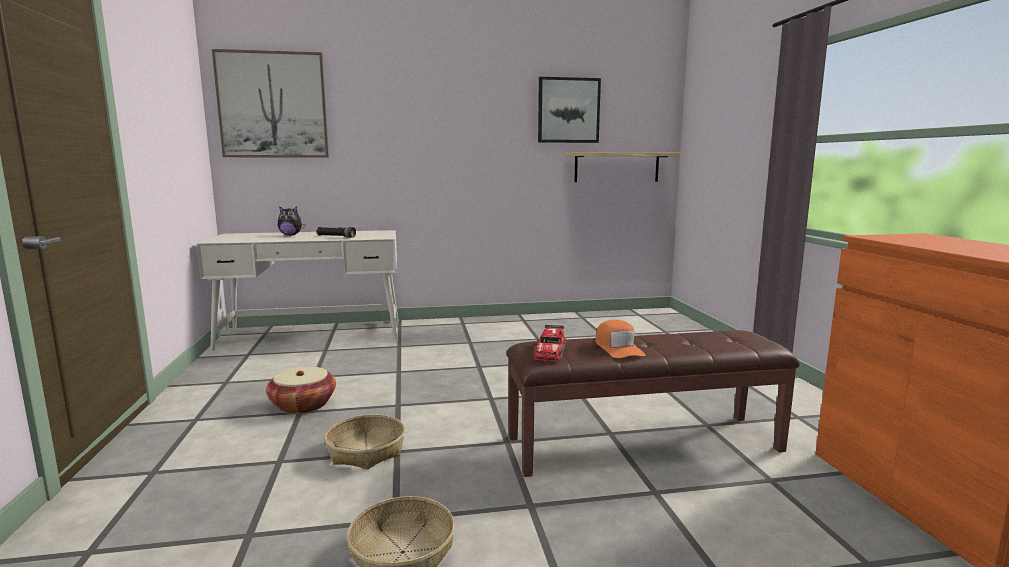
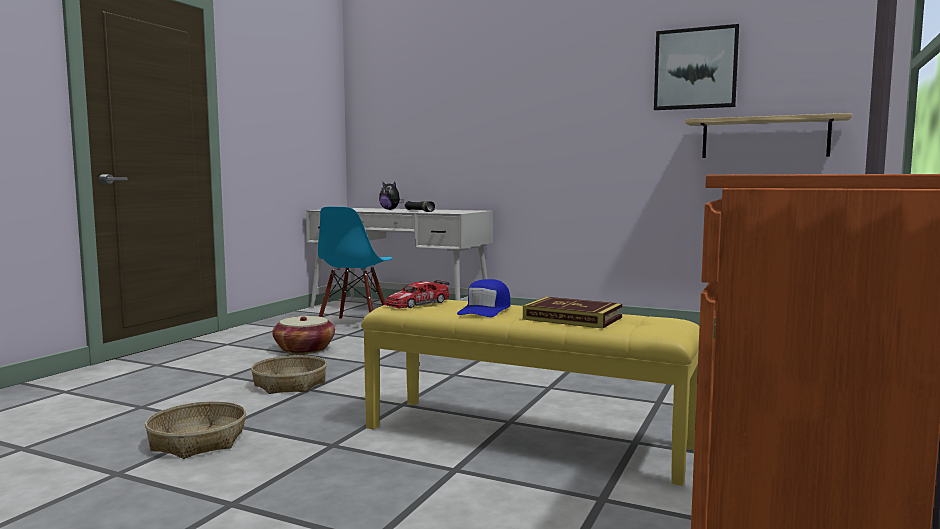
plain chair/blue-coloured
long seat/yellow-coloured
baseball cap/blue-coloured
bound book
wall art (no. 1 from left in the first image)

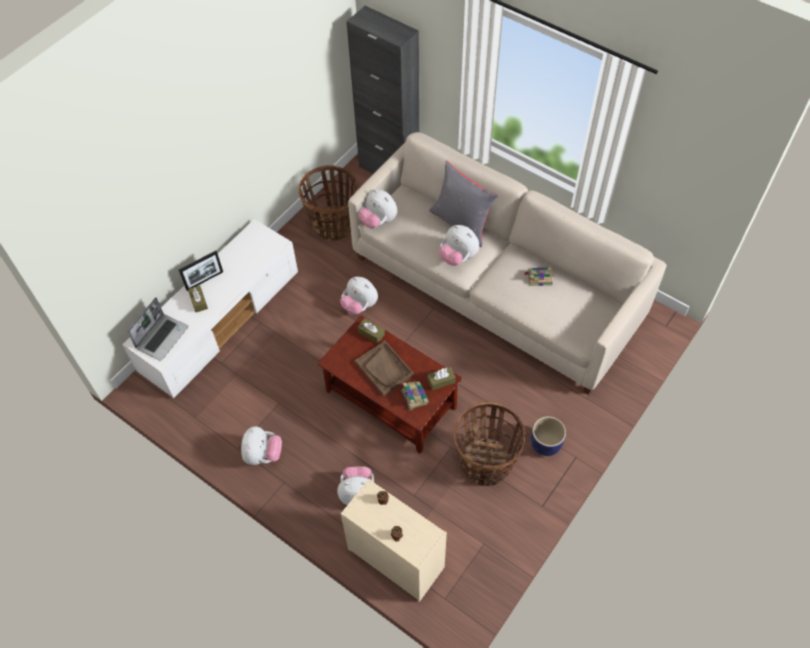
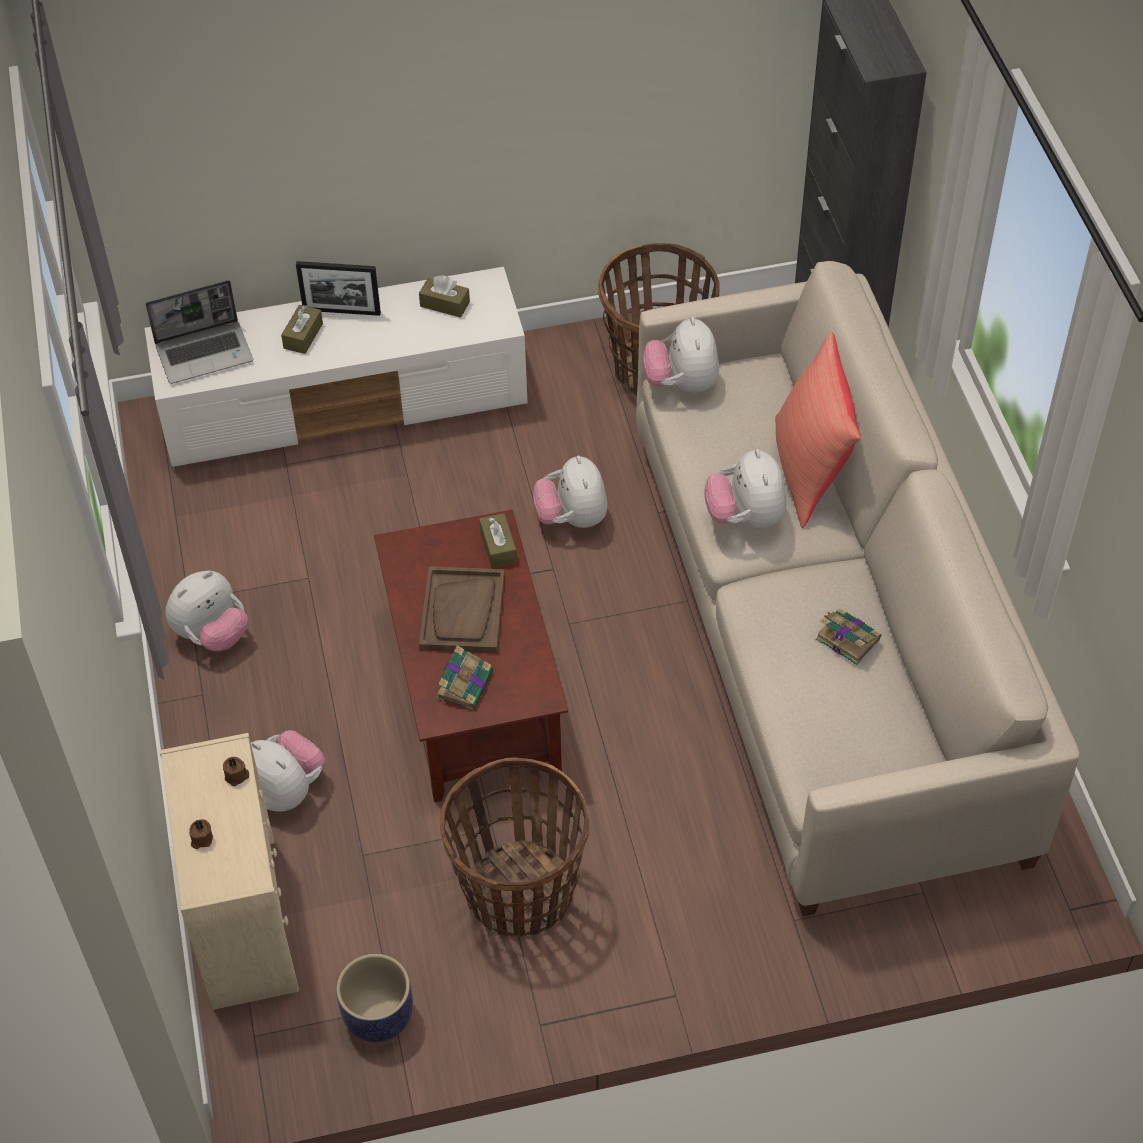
planter
tissue box/brown (no. 2 from left)
cushion/reddish

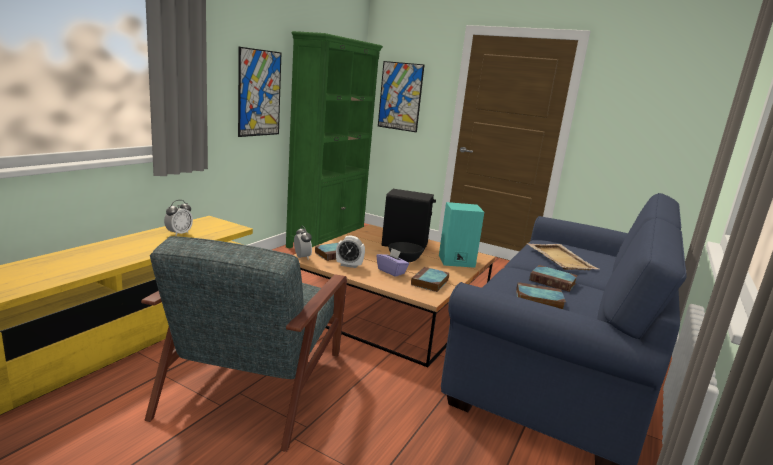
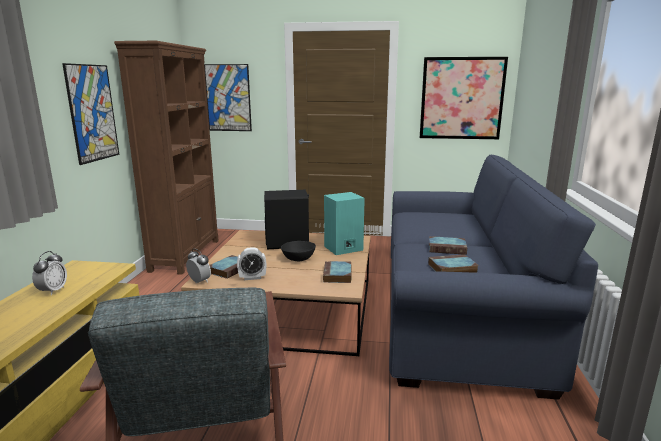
shelving unit/brown
wall art (no. 3 from left)
tissue box/purplish
tray/beige

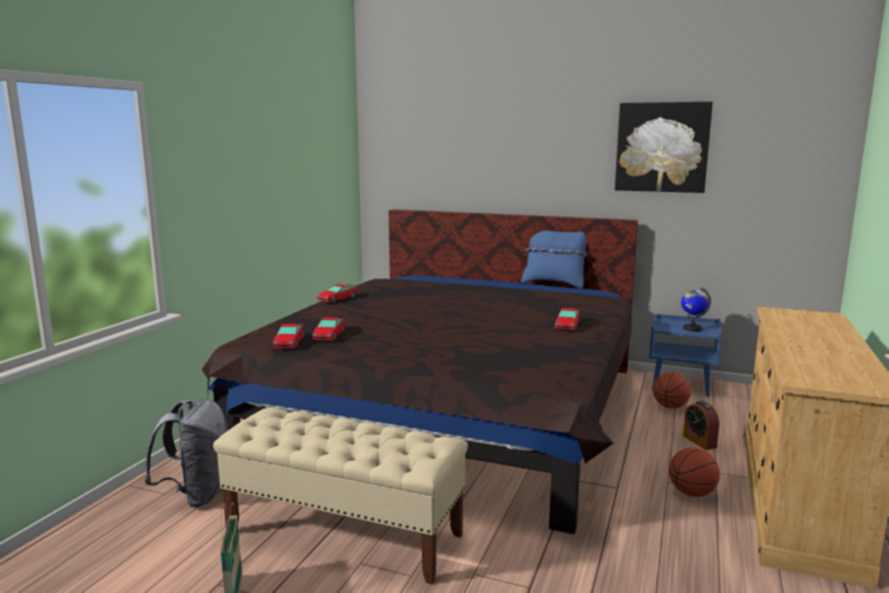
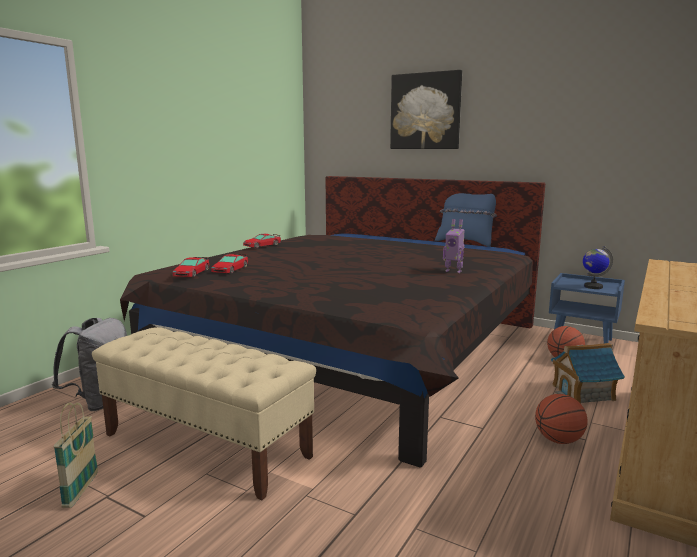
wall art
model robot
miniature house

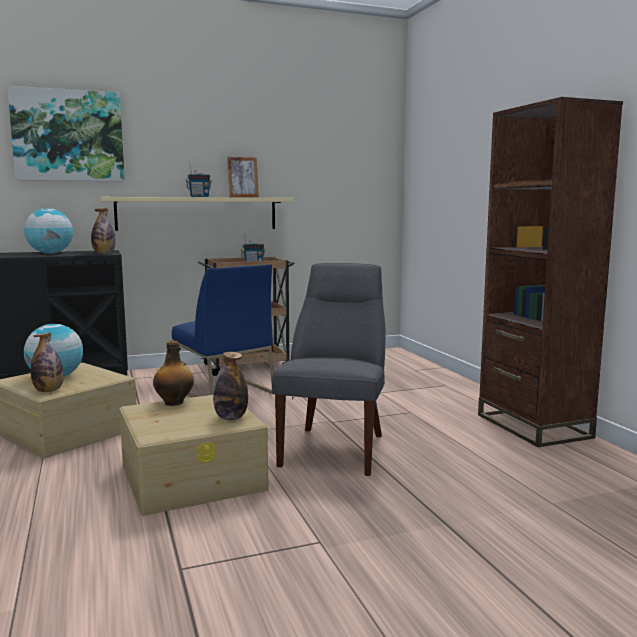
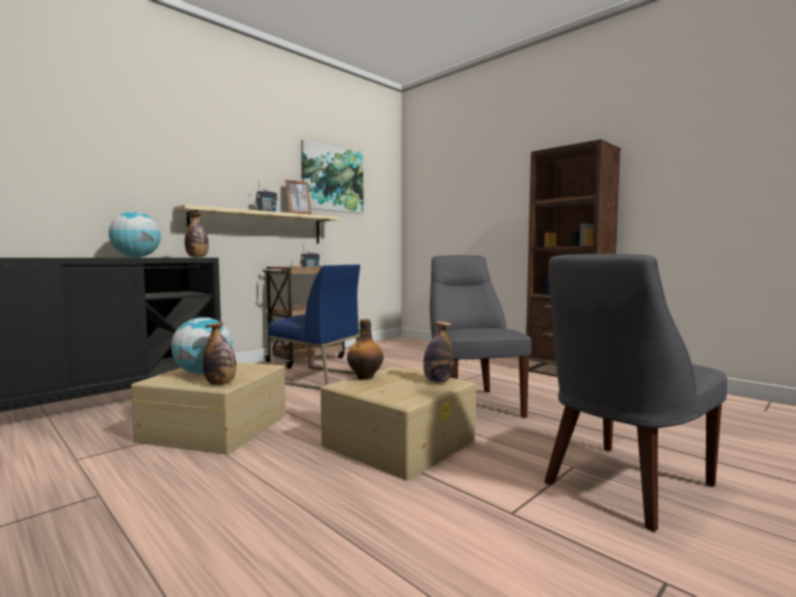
wall art
plain chair/greyish (no. 2 from left)

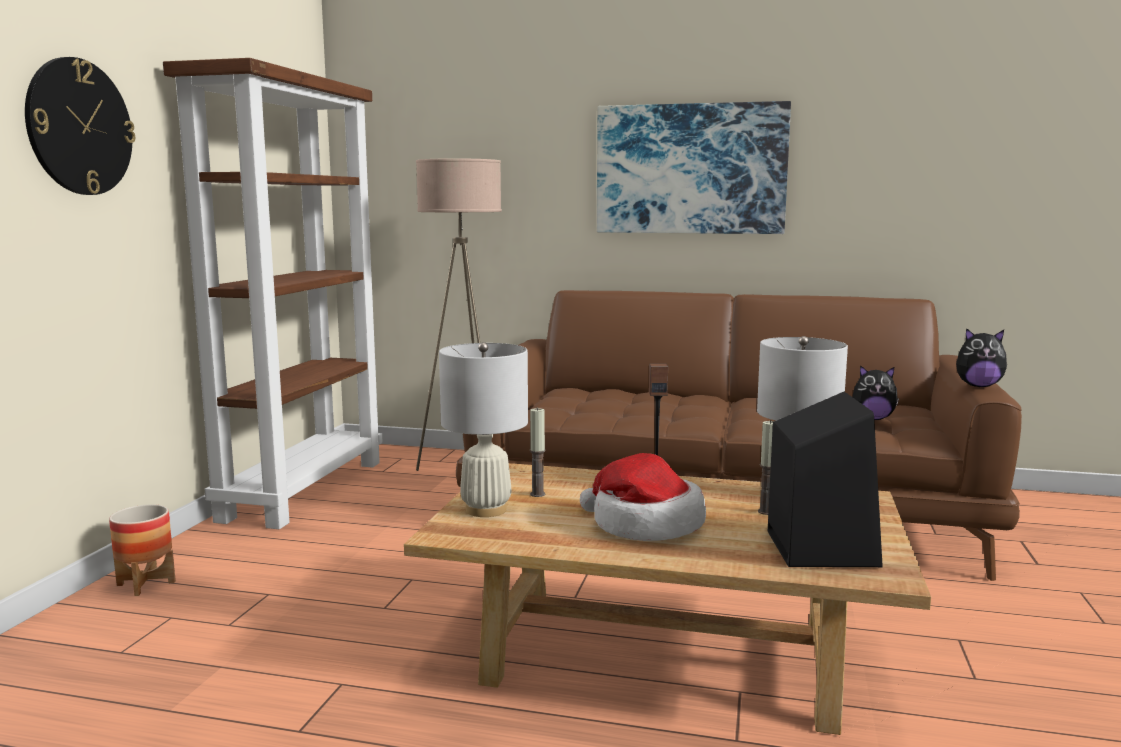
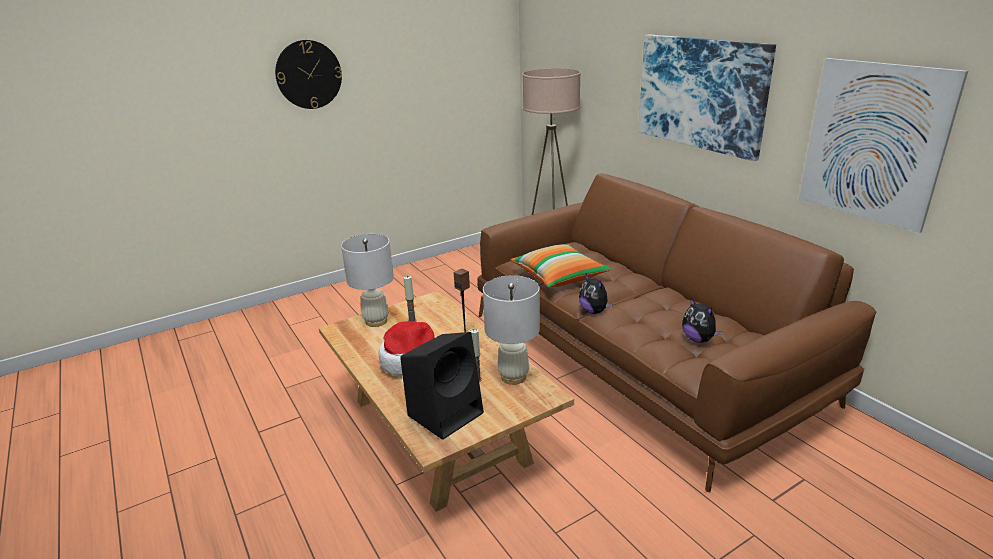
cushion
cuddly toy (no. 1 from left)
wall art (no. 2 from left)
planter
shelving unit/brown

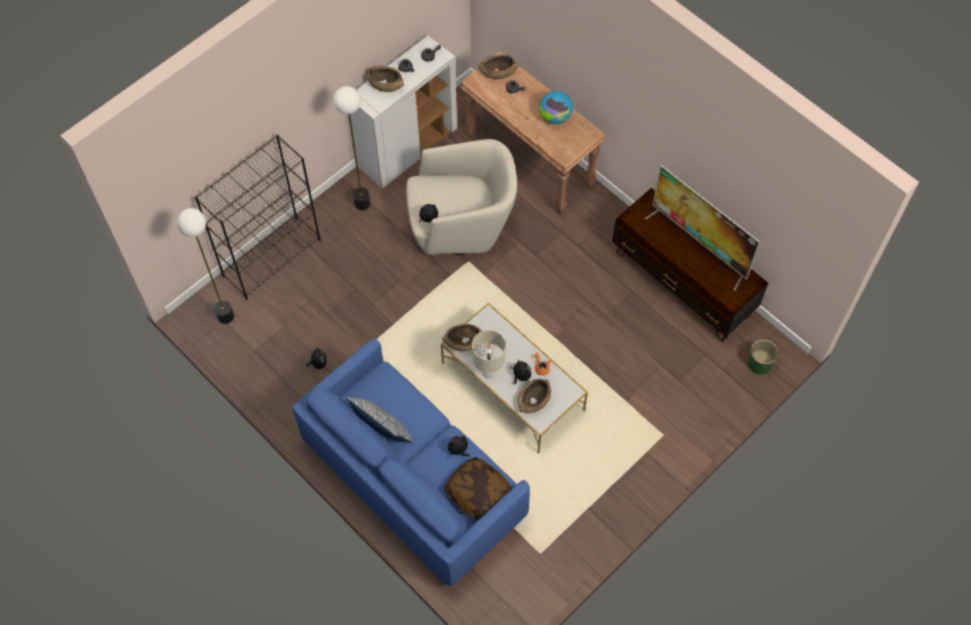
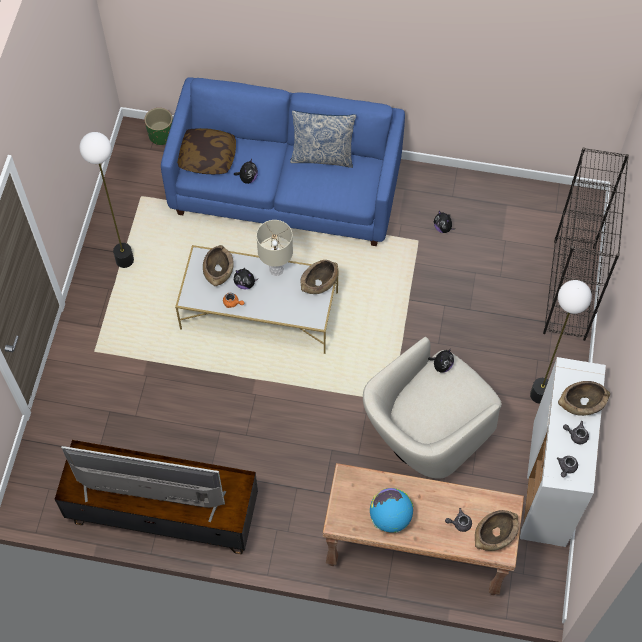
standing lamp (no. 1 from left)
planter/green-coloured

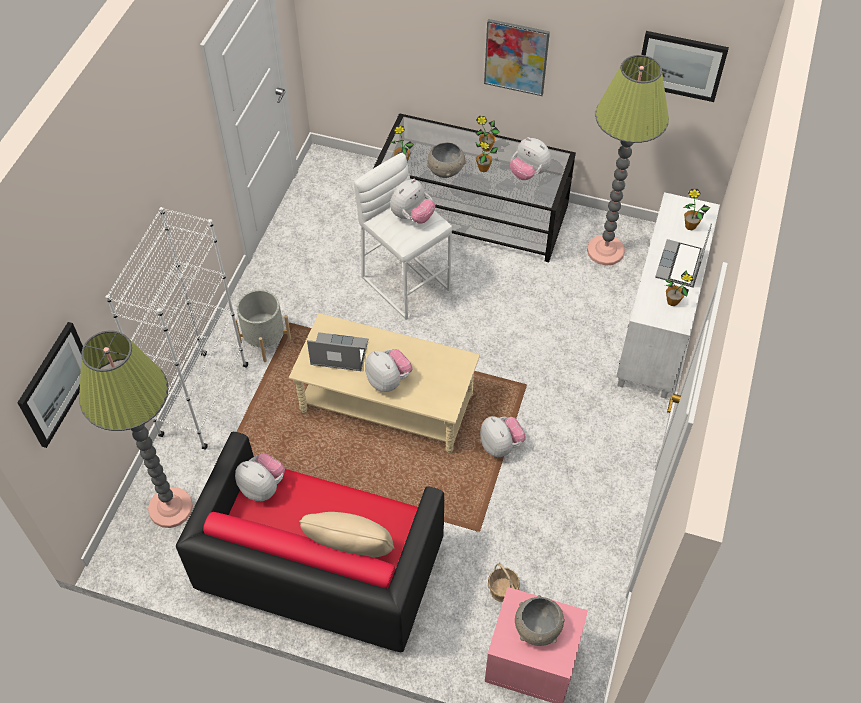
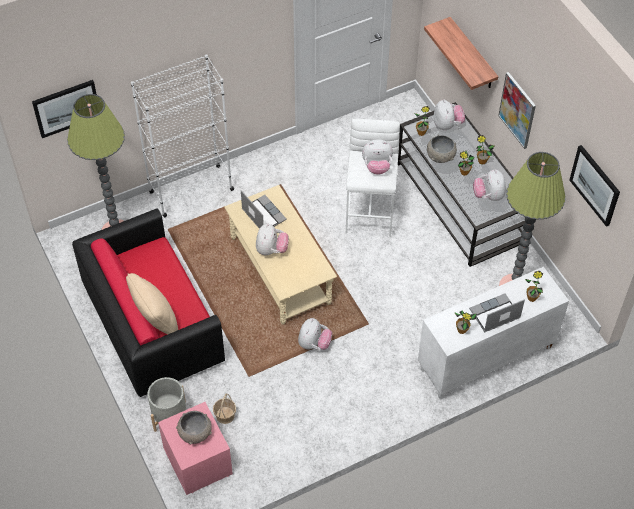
planter/greyish
wall shelf
cuddly toy (no. 4 from left)

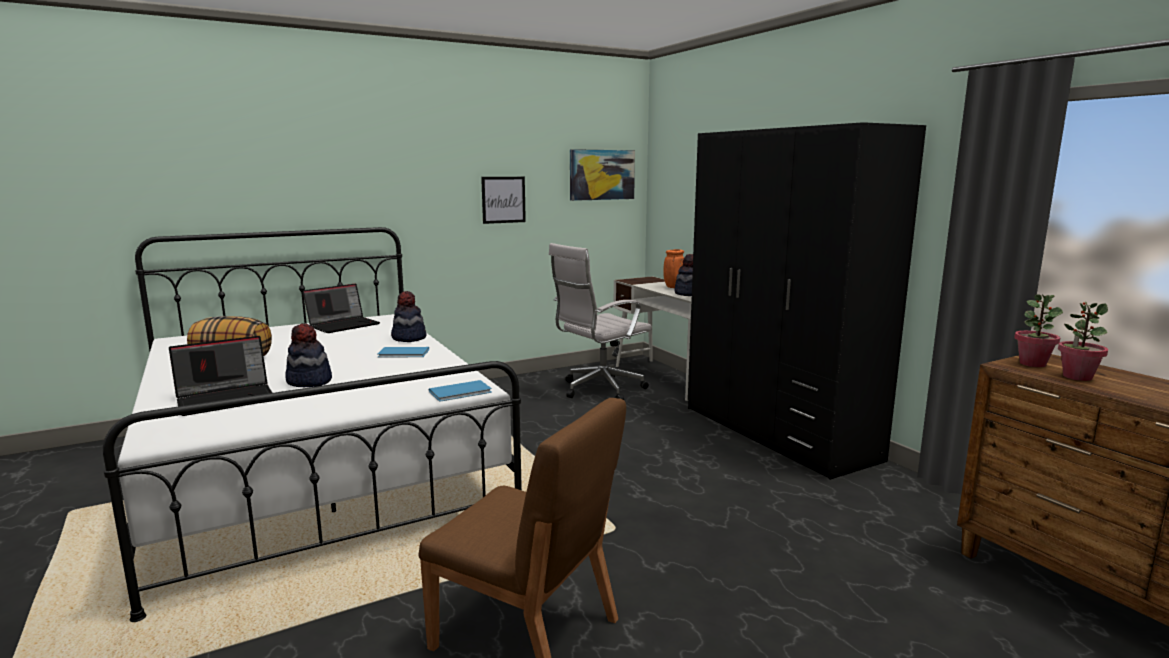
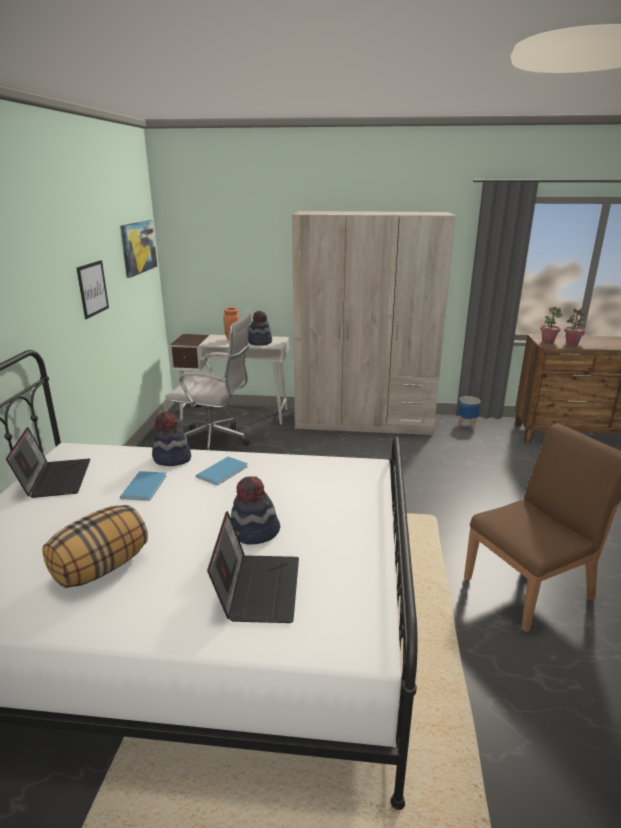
bound book/blue-coloured (no. 1 from left)
desk chair/white
clothes cupboard/beige
planter

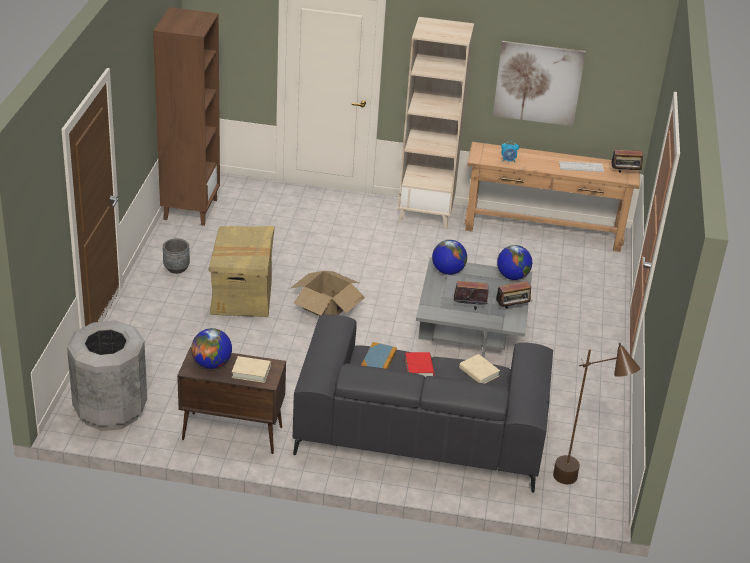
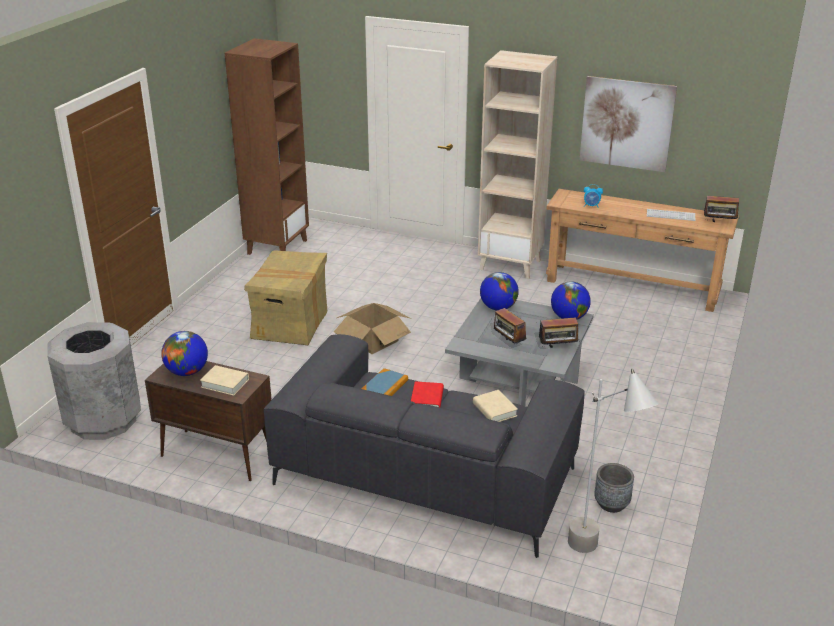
radio (no. 1 from left)
standing lamp/greyish
planter/greyish

